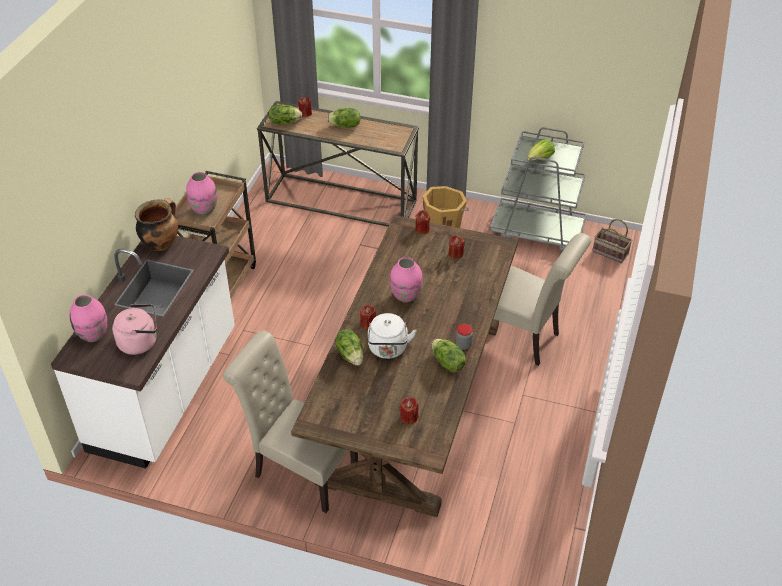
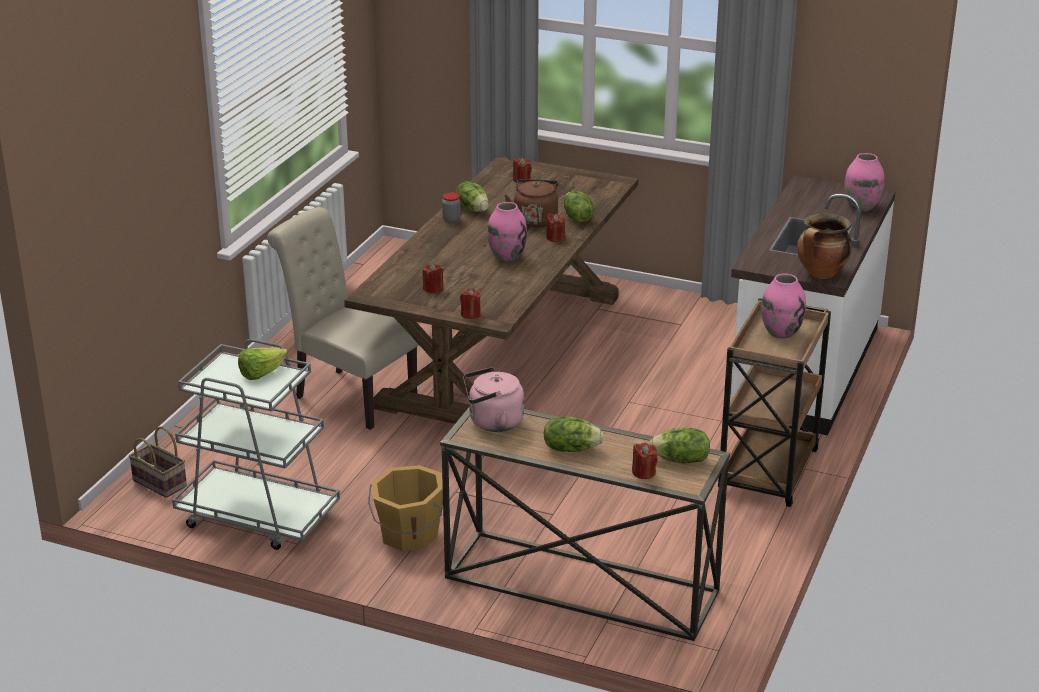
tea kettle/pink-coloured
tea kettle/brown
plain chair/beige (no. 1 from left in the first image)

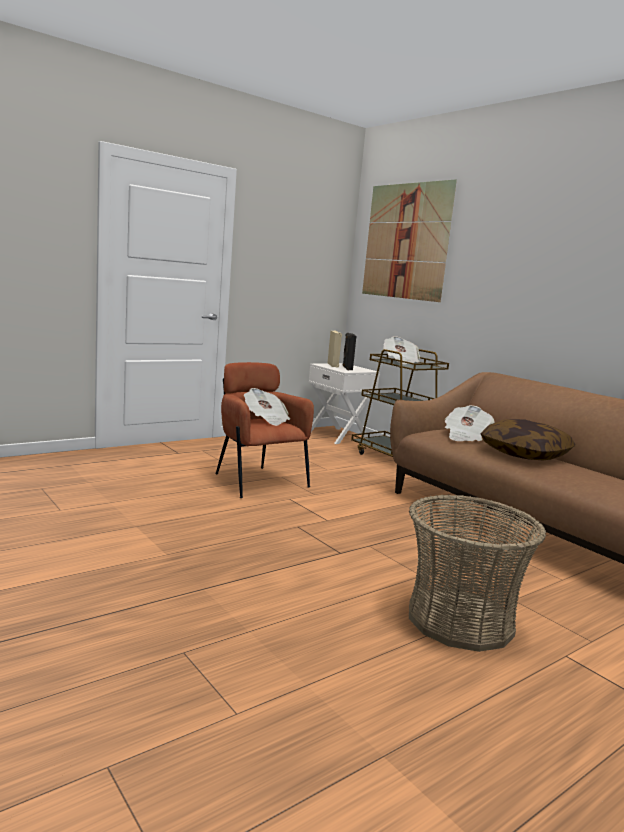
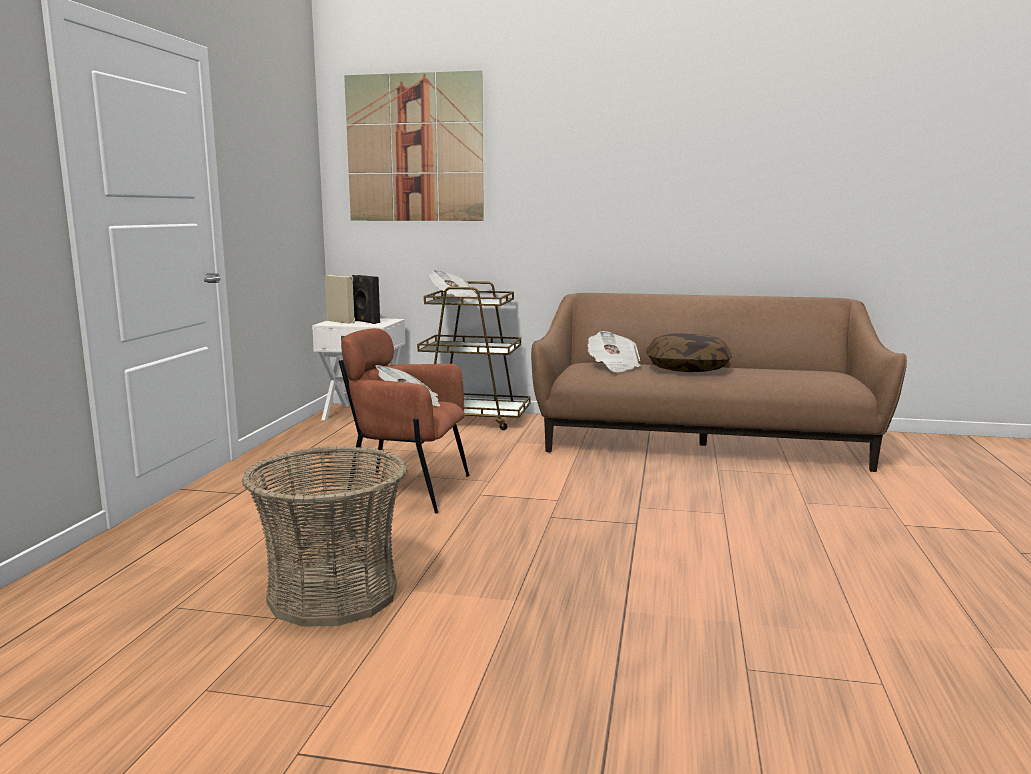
basket

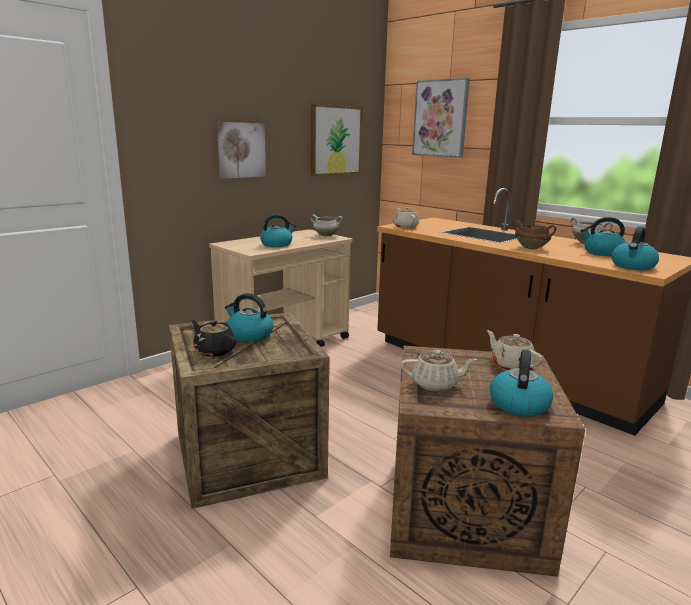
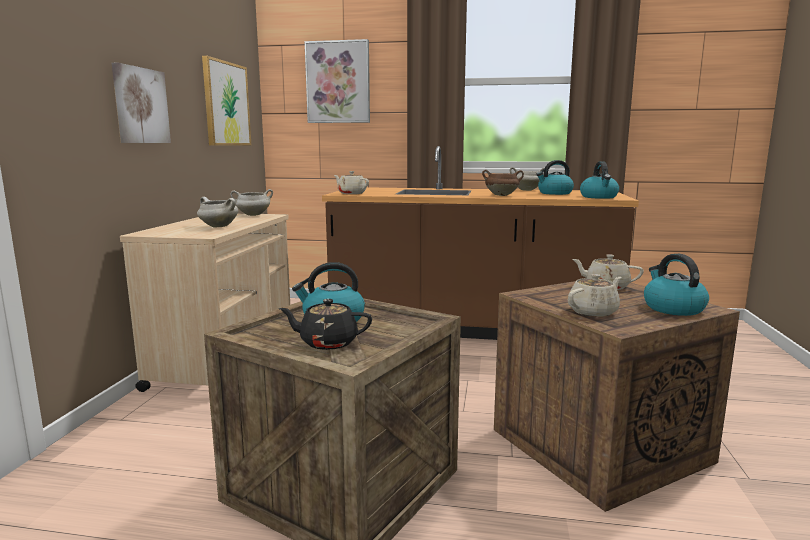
stockpot/white (no. 1 from left)

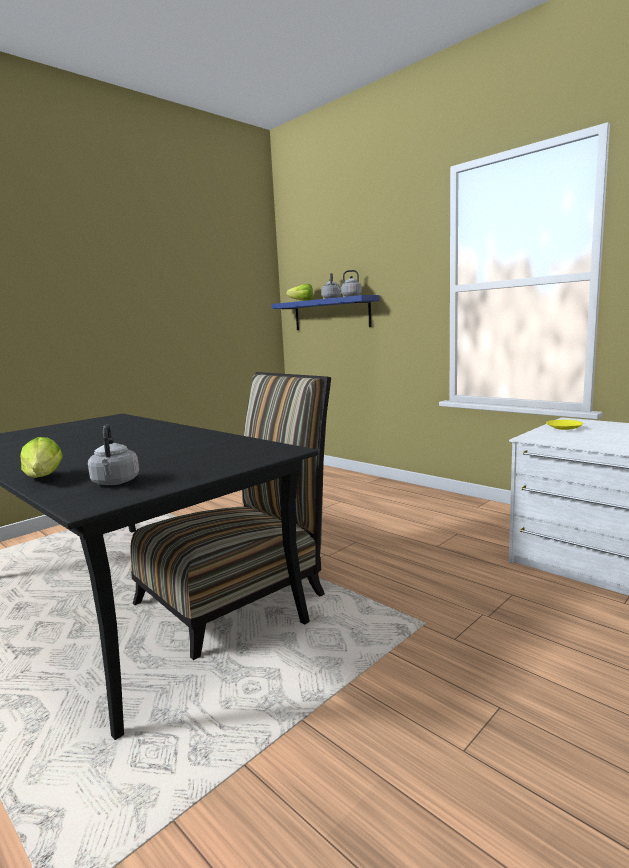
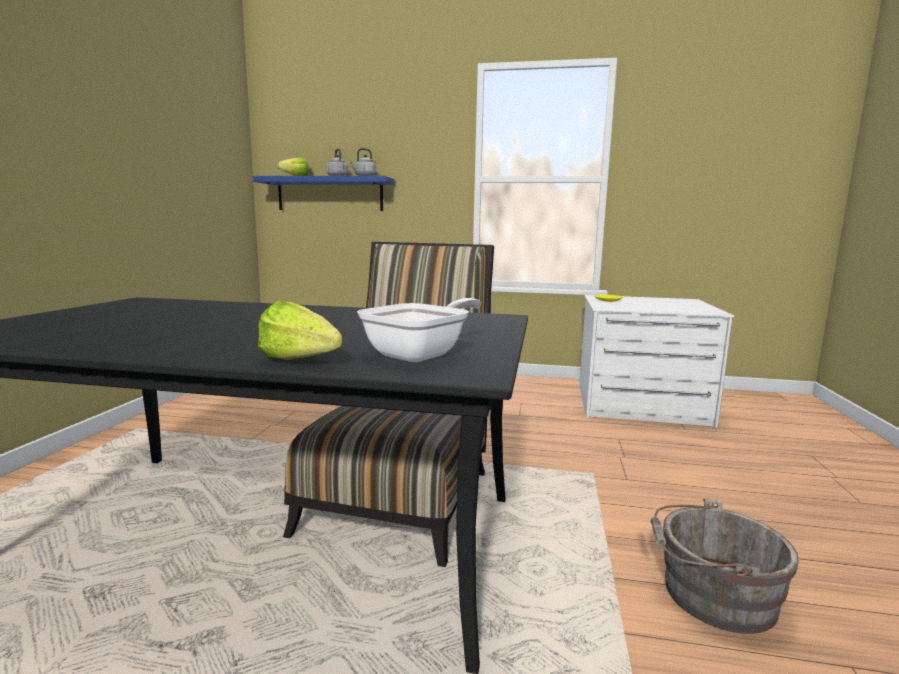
skillet
water bucket/greyish

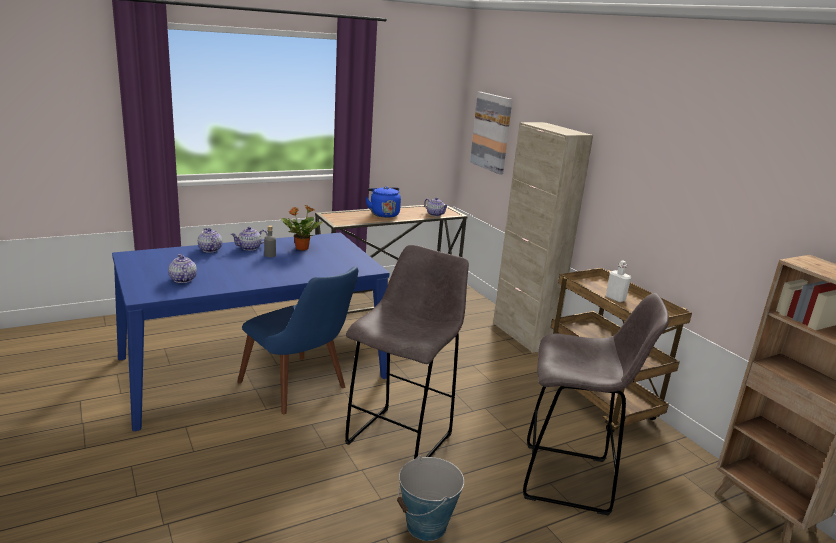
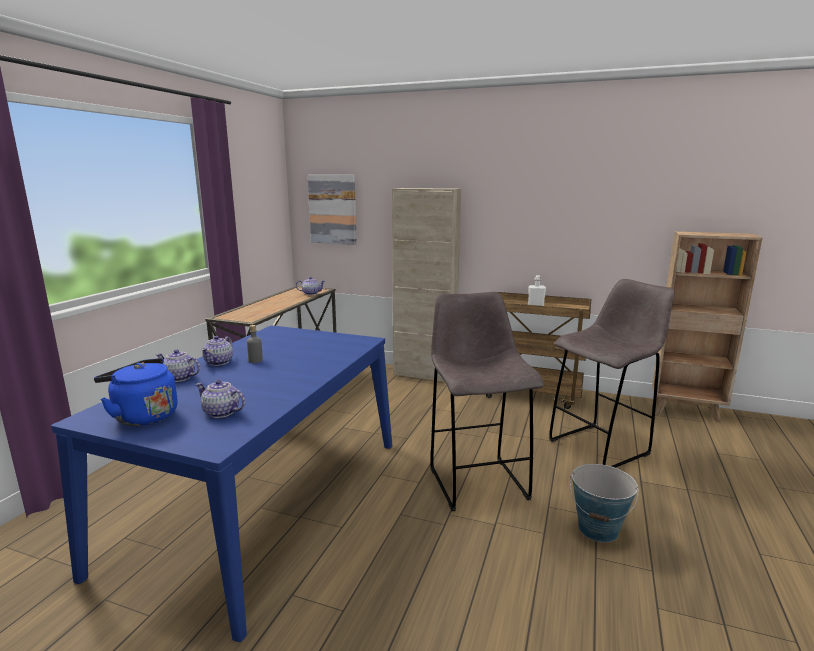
tea kettle/blue-coloured
plain chair/blue-coloured
houseplant

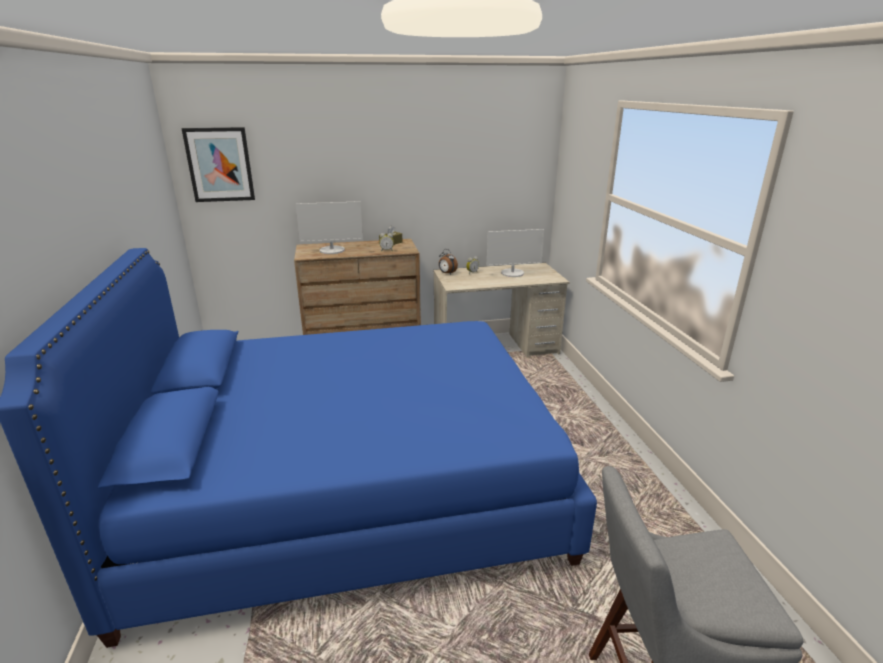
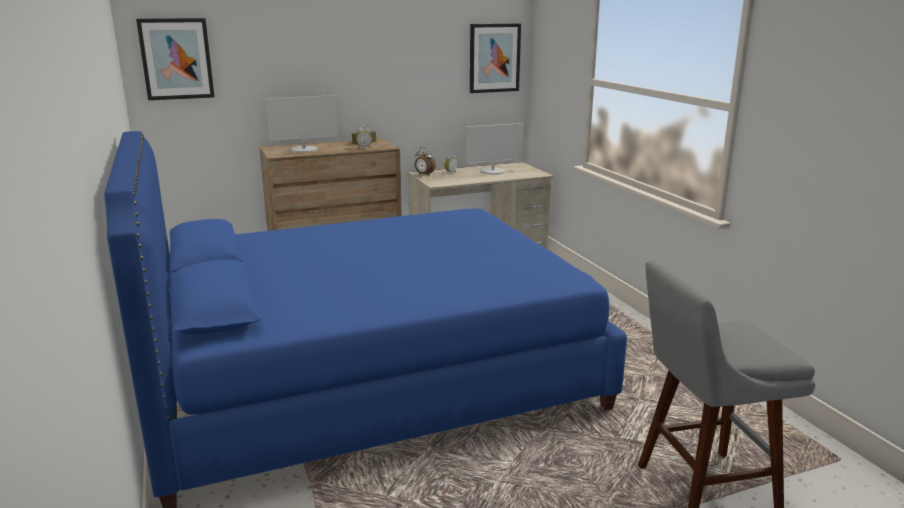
wall art (no. 2 from left)

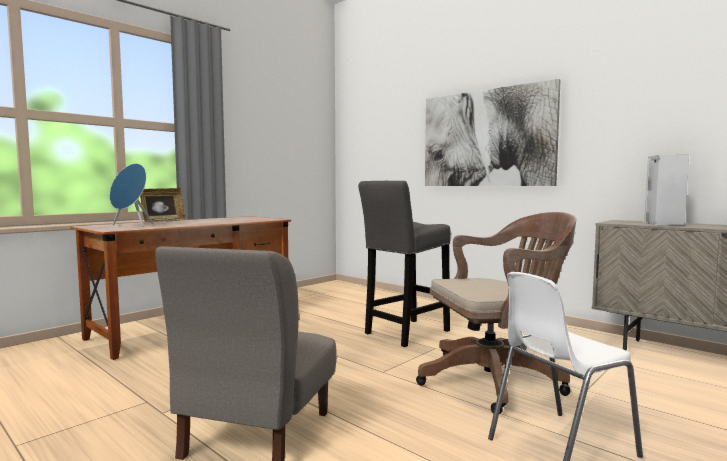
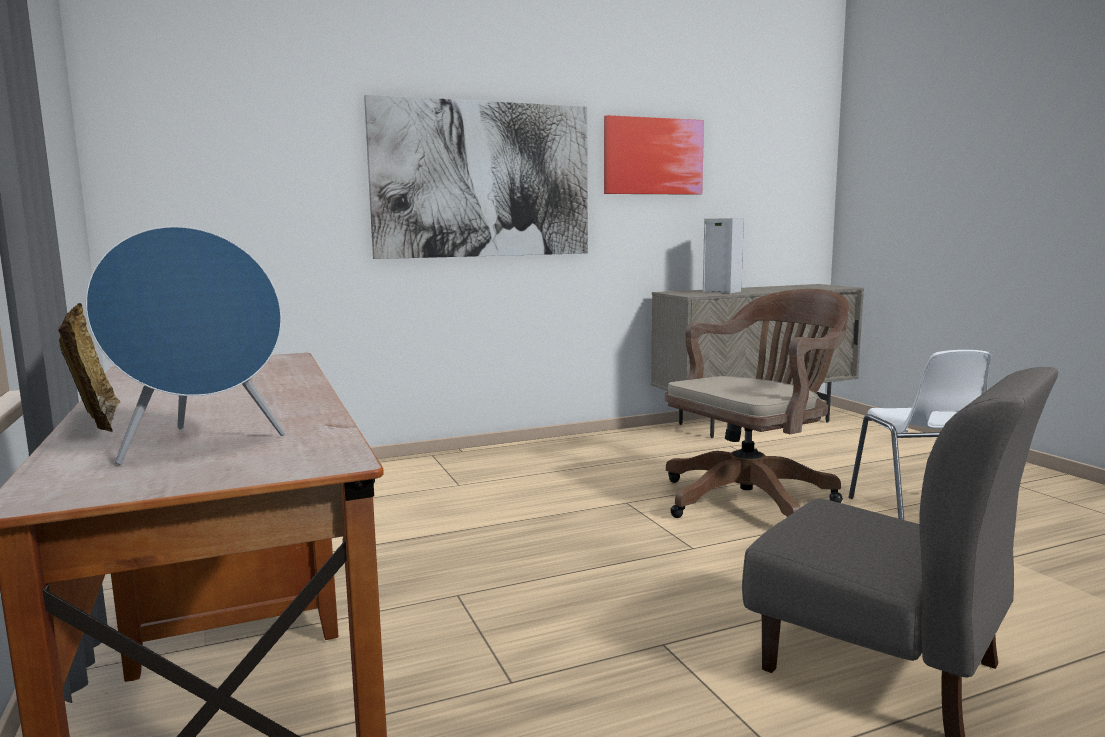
wall art (no. 2 from left)
desk chair/brown
stool seat/greyish

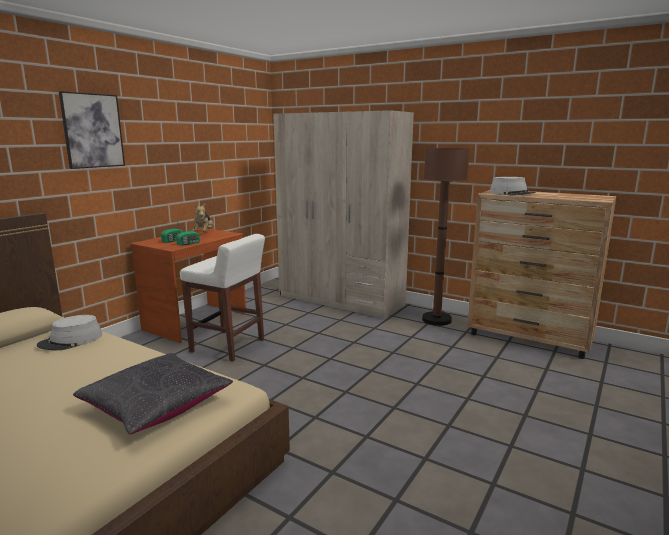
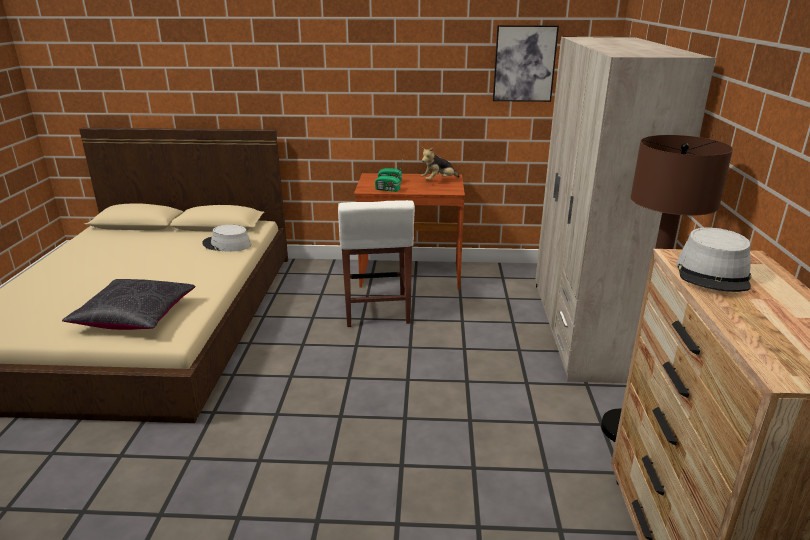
wall art

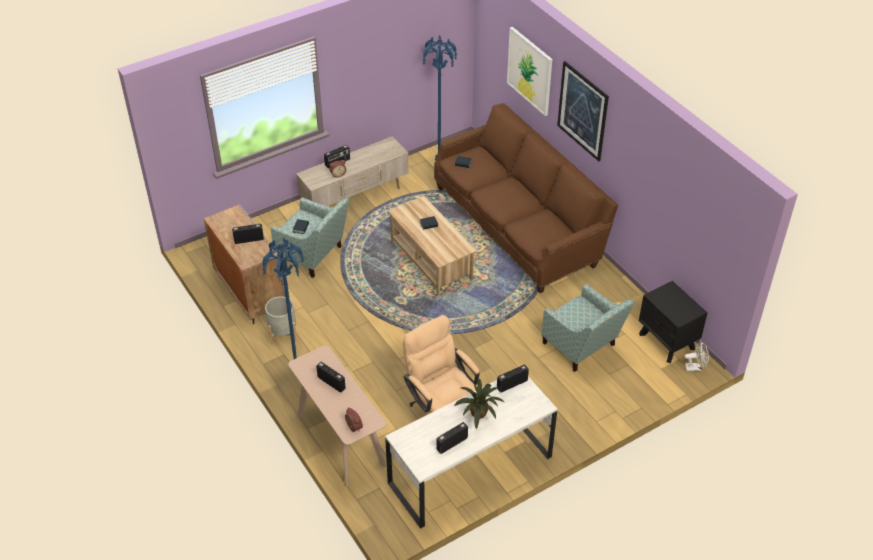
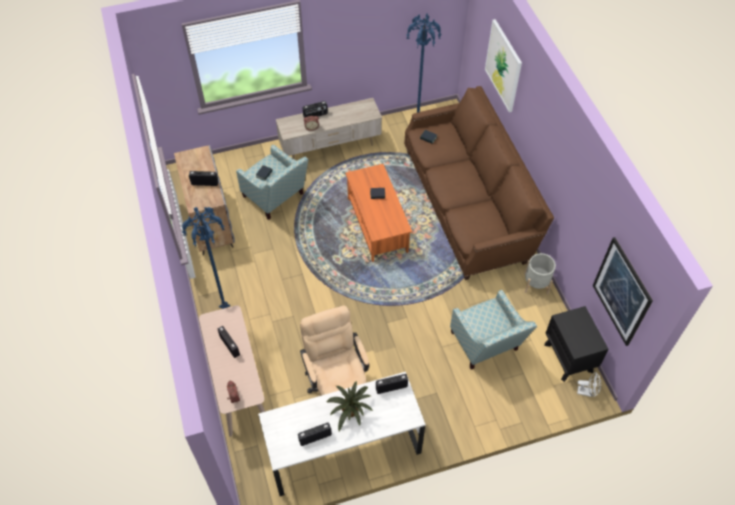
coffee table/orange
planter/greyish
wall art (no. 2 from left)

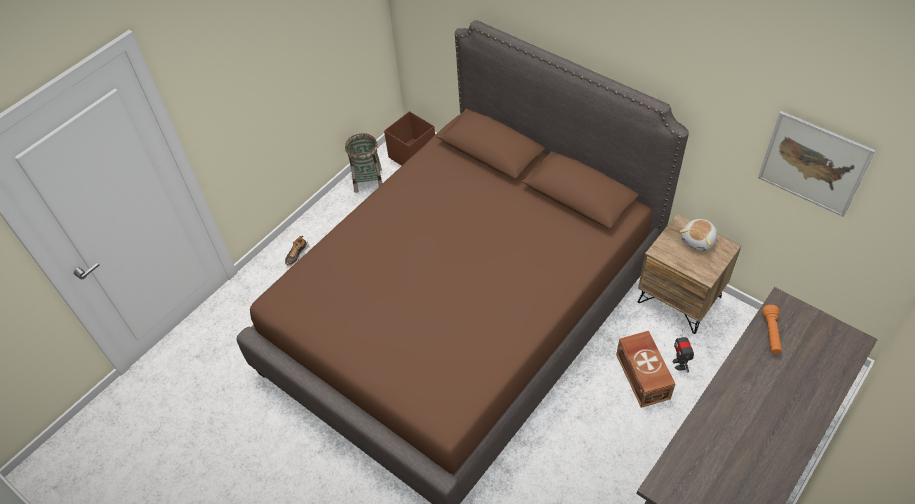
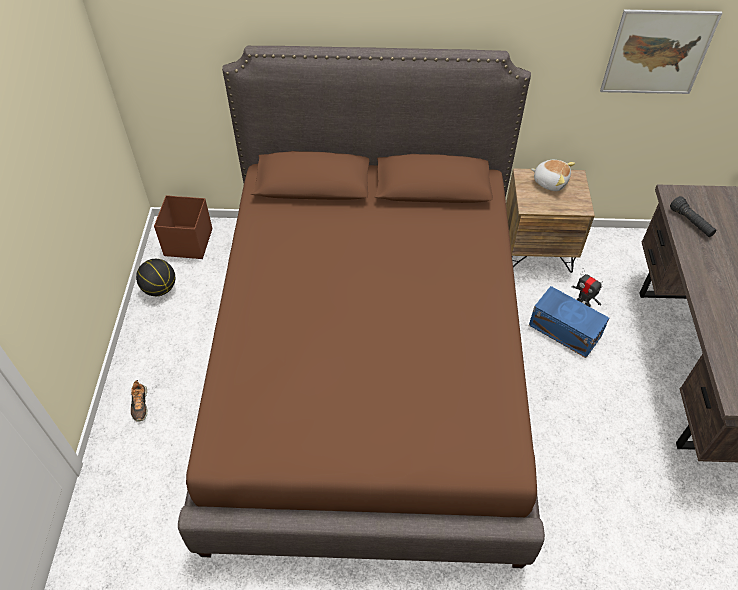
basketball ball
storage bin/blue-coloured
cuddly toy
torch/black

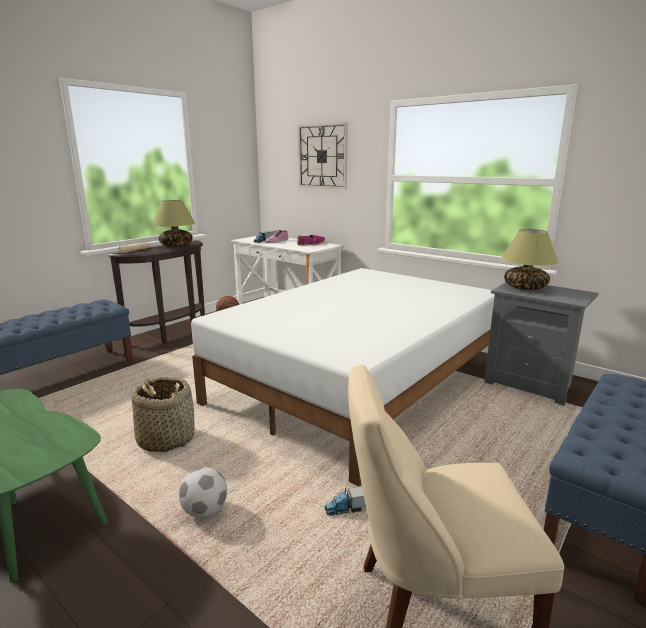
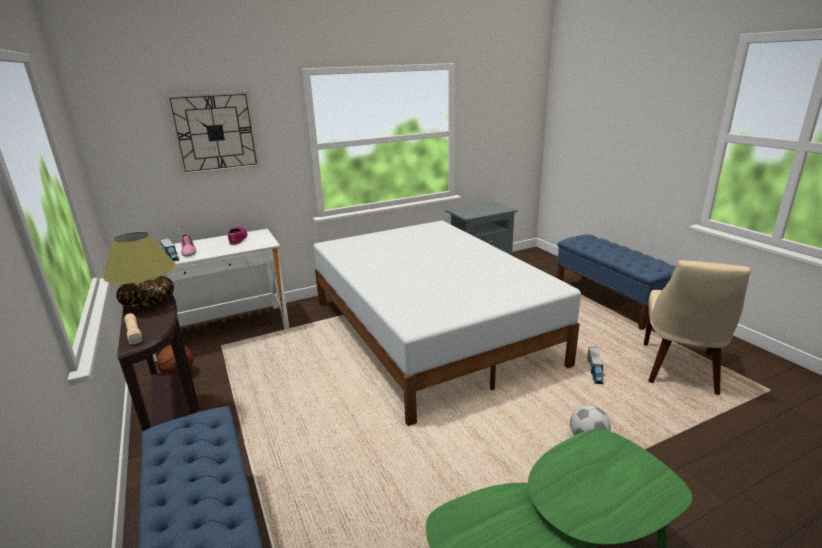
basket
table lamp (no. 2 from left in the first image)

